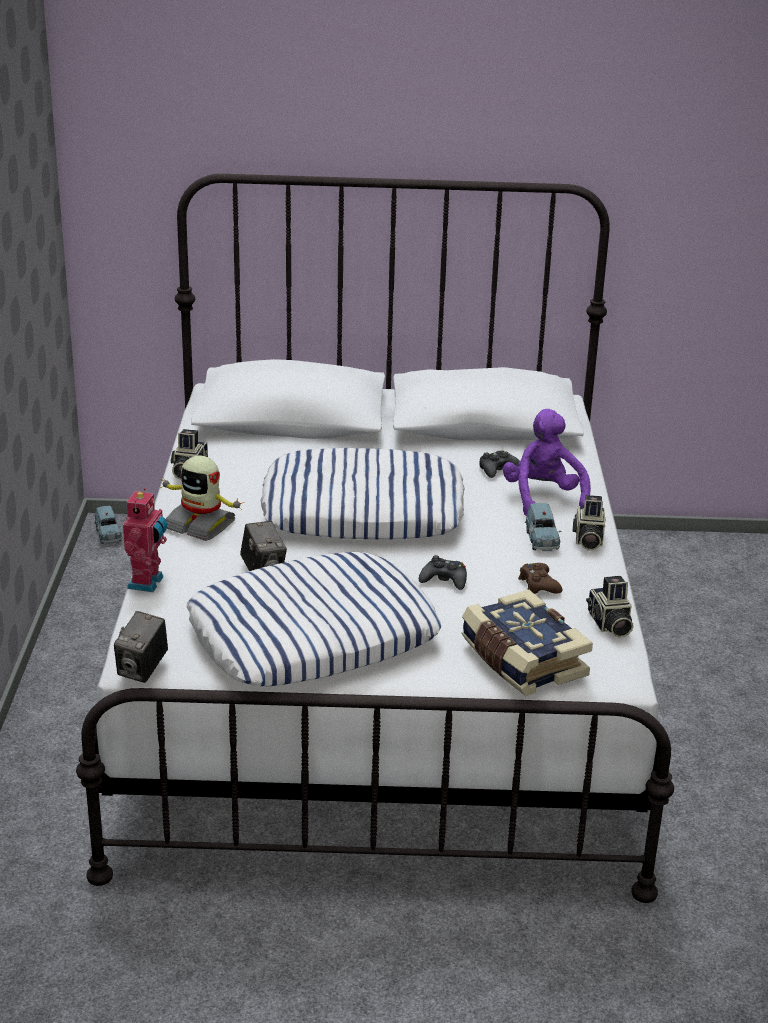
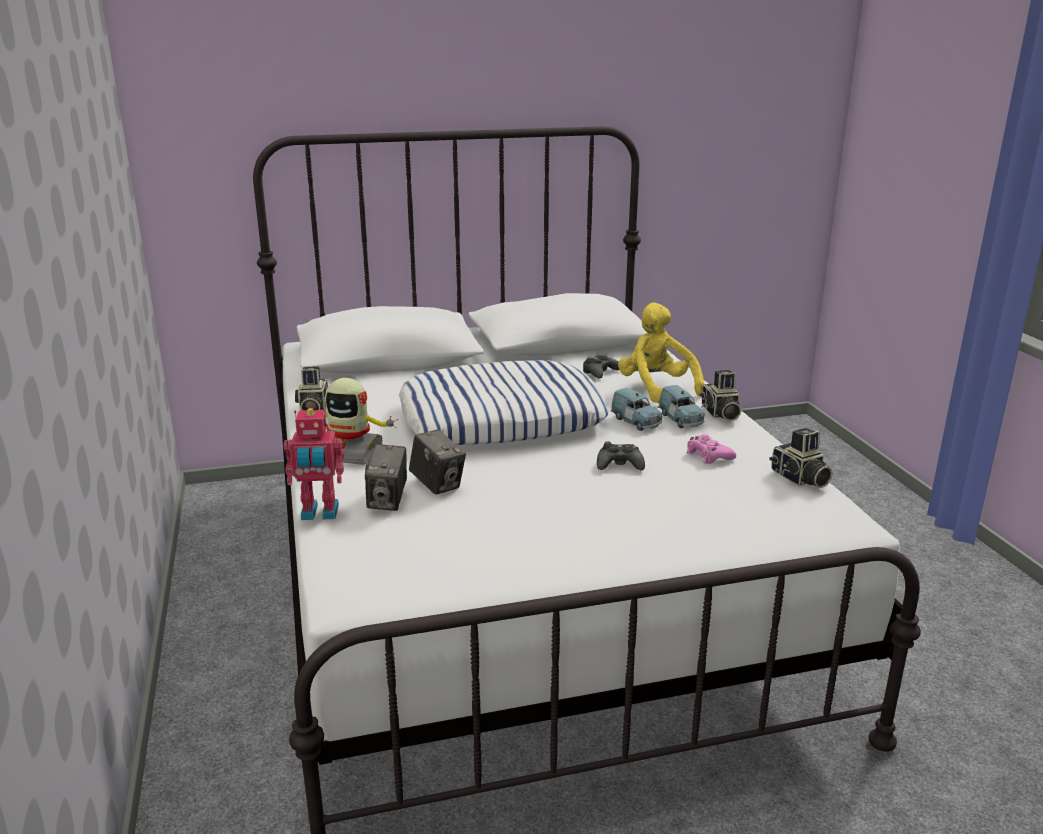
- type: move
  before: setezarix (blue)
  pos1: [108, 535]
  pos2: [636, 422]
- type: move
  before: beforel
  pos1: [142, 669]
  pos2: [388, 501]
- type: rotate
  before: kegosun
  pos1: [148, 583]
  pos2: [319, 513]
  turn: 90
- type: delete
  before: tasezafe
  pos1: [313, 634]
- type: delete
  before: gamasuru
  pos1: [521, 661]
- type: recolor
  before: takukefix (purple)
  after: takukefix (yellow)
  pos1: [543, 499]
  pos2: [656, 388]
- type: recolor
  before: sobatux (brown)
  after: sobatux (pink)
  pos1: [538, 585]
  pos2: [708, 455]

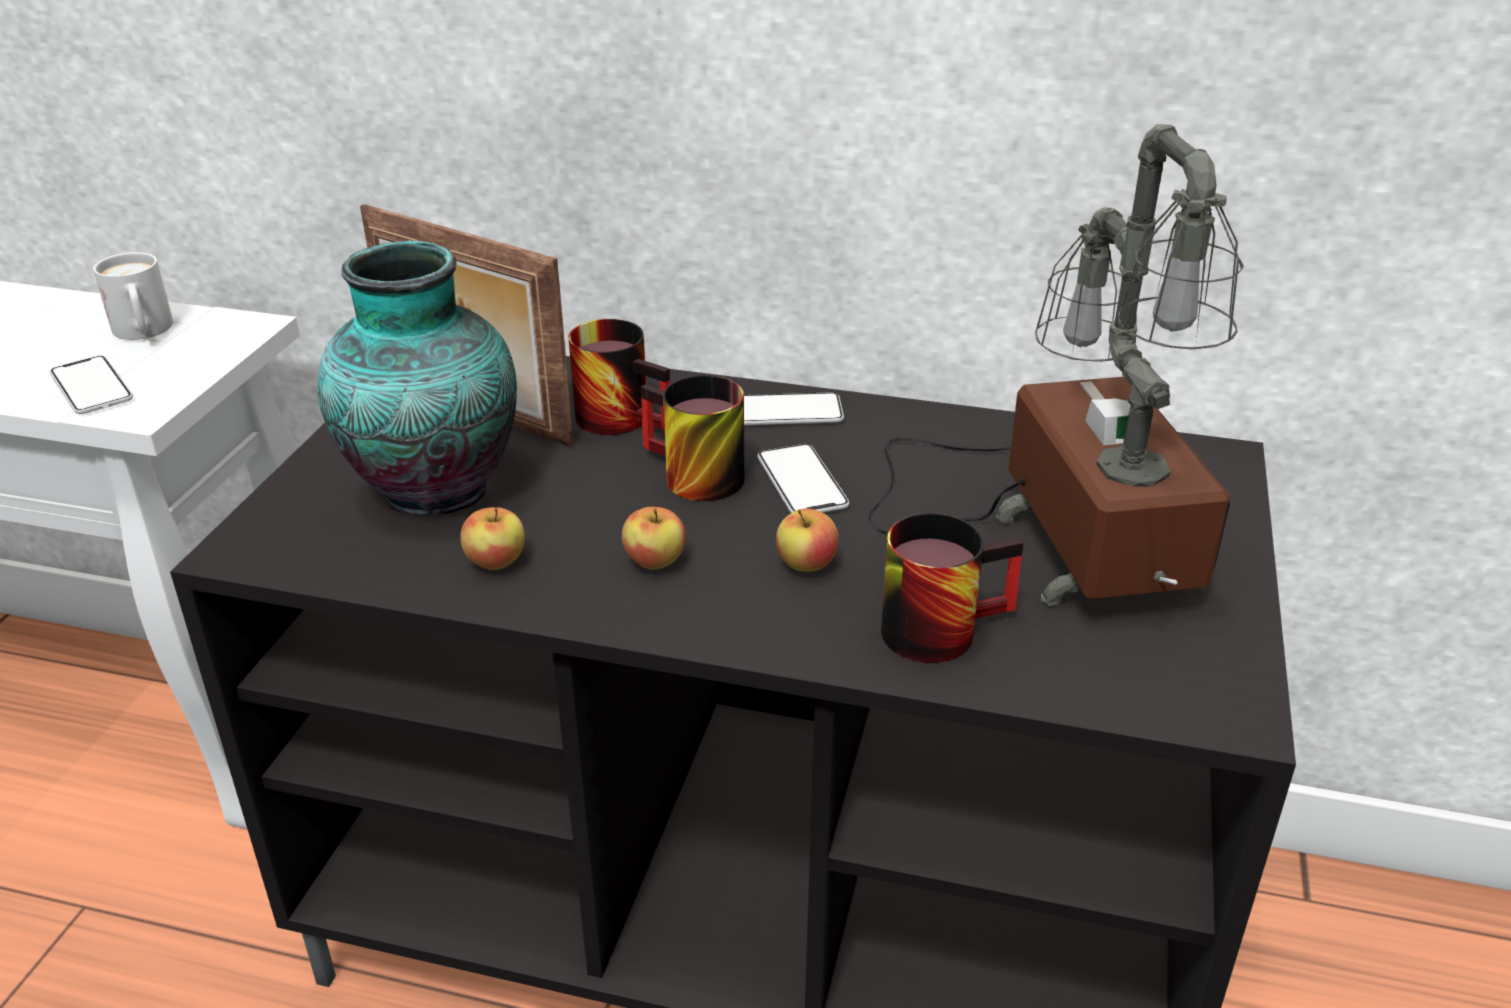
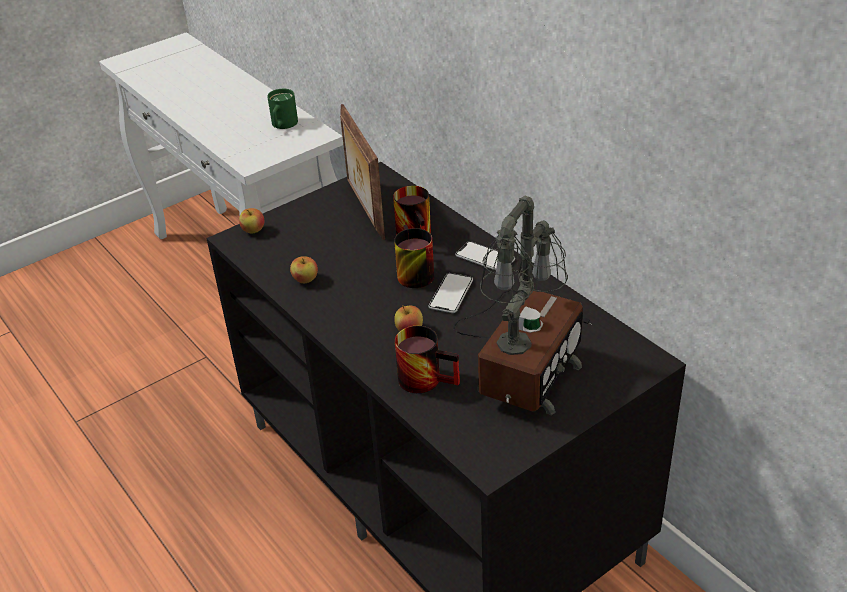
- type: delete
  before: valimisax
  pos1: [91, 387]
- type: recolor
  before: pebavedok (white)
  after: pebavedok (green)
  pos1: [144, 332]
  pos2: [283, 125]
- type: delete
  before: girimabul
  pos1: [433, 487]
- type: move
  before: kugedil
  pos1: [655, 562]
  pos2: [253, 230]

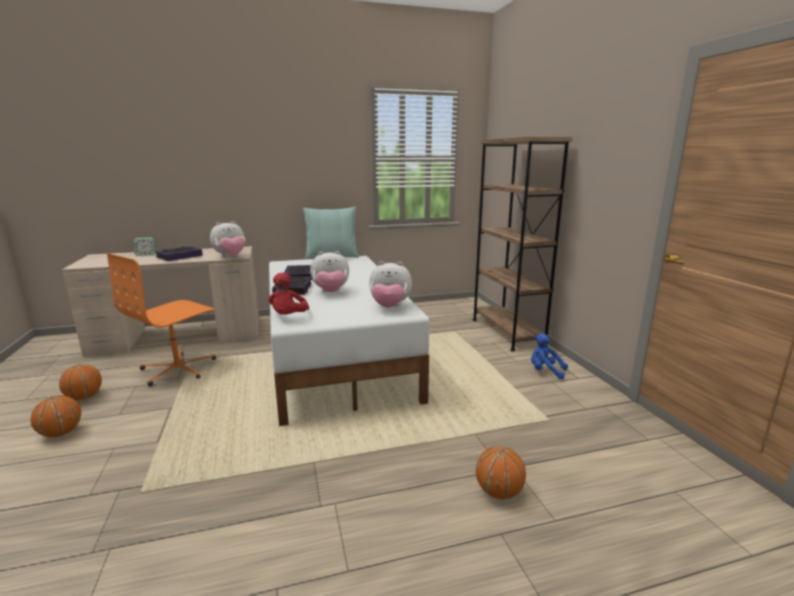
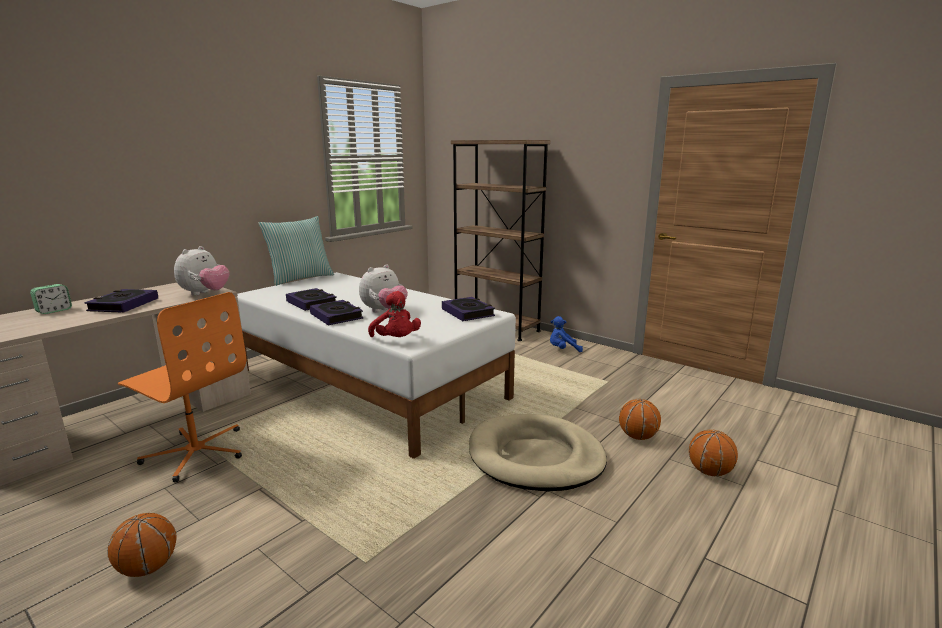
- type: move
  before: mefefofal
  pos1: [84, 397]
  pos2: [709, 472]
- type: rotate
  before: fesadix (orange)
  pos1: [178, 369]
  pos2: [196, 452]
  turn: -60
- type: replace
  before: takukefix
  after: gamasuru
  pos1: [389, 307]
  pos2: [468, 313]
- type: insert
  after: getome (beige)
  pos2: [535, 457]

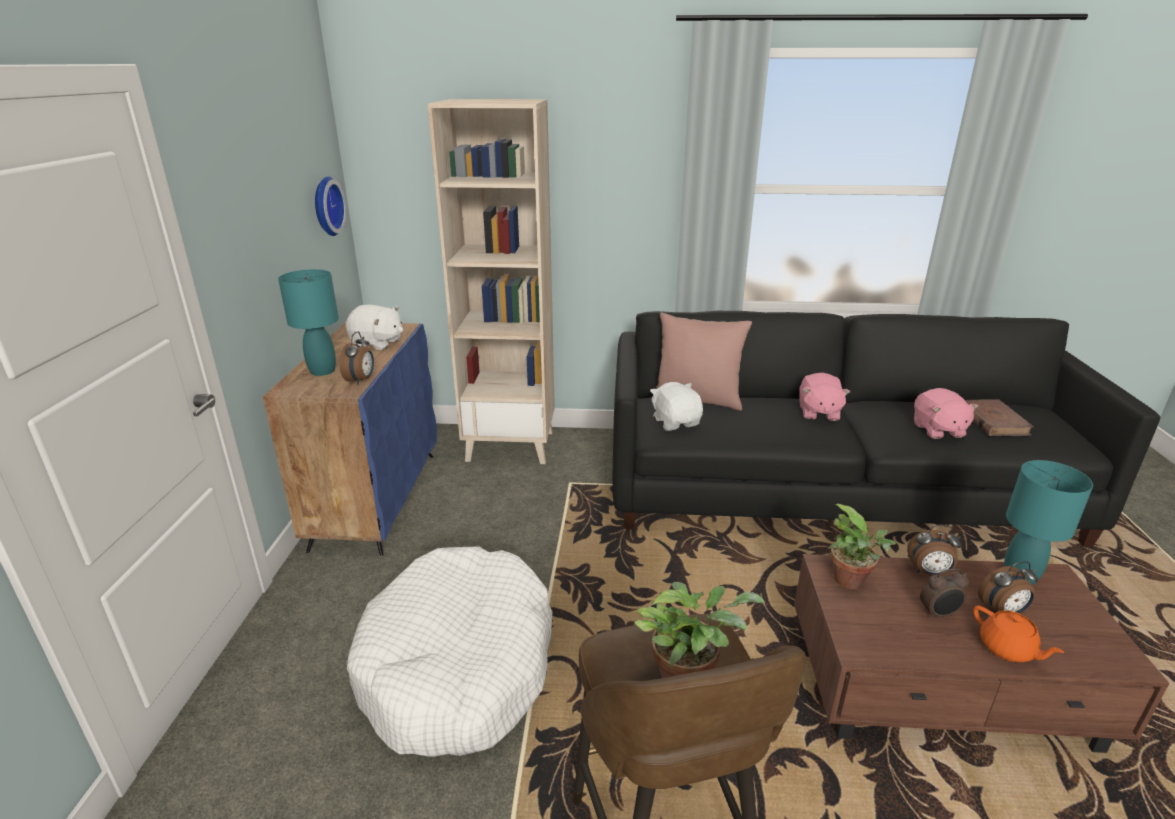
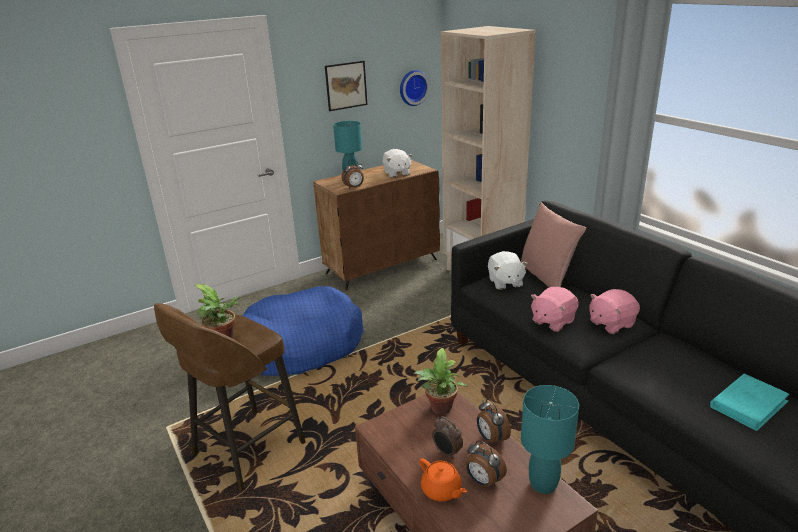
- type: recolor
  before: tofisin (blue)
  after: tofisin (brown)
  pos1: [376, 498]
  pos2: [382, 266]
- type: recolor
  before: getome (white)
  after: getome (blue)
  pos1: [459, 666]
  pos2: [300, 345]
- type: rotate
  before: takukefix (white)
  pos1: [676, 422]
  pos2: [505, 282]
  turn: 135
- type: move
  before: takukefix (pink)
  pos1: [938, 430]
  pos2: [552, 321]
- type: recolor
  before: gamasuru (brown)
  after: gamasuru (turquoise)
  pos1: [992, 421]
  pos2: [748, 404]
- type: rotate
  before: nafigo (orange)
  pos1: [1007, 649]
  pos2: [441, 490]
  turn: -60
- type: insert
  after: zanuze
  pos2: [346, 85]

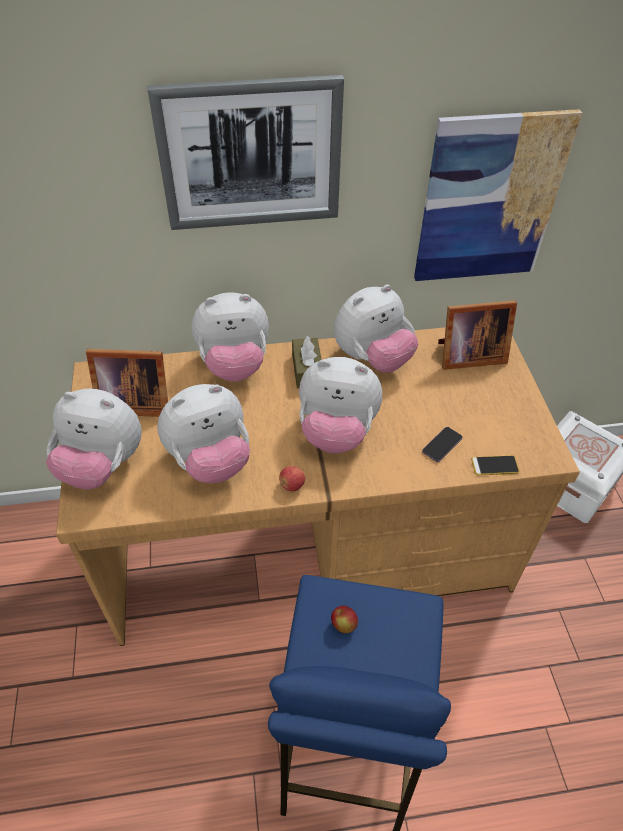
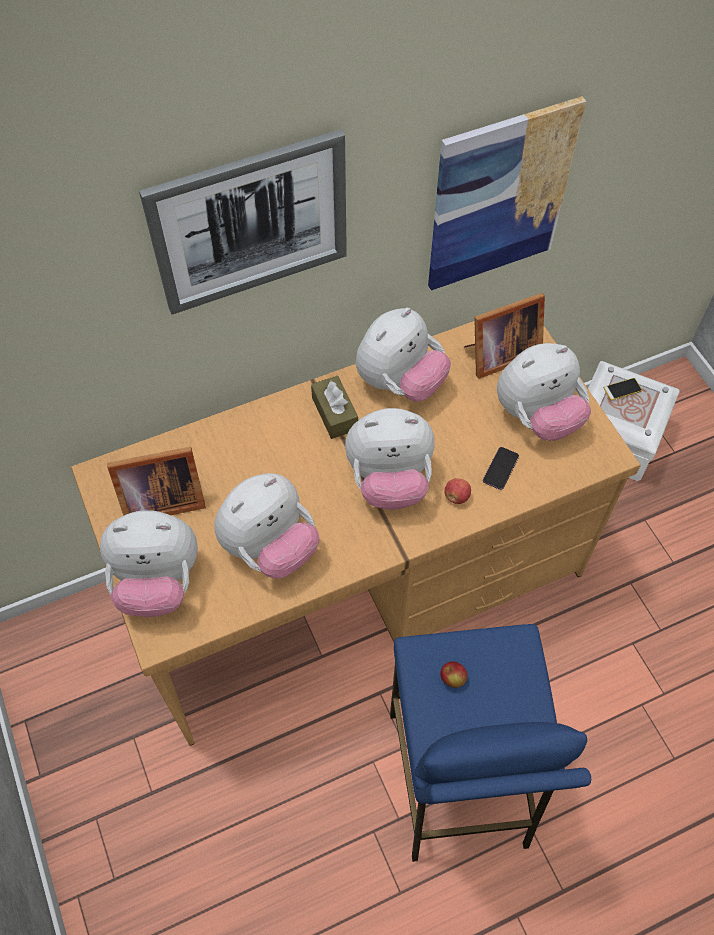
- type: move
  before: takukefix
  pos1: [234, 365]
  pos2: [537, 416]
- type: move
  before: kugedil
  pos1: [292, 485]
  pos2: [456, 497]
- type: move
  before: valimisax
  pos1: [495, 466]
  pos2: [622, 389]

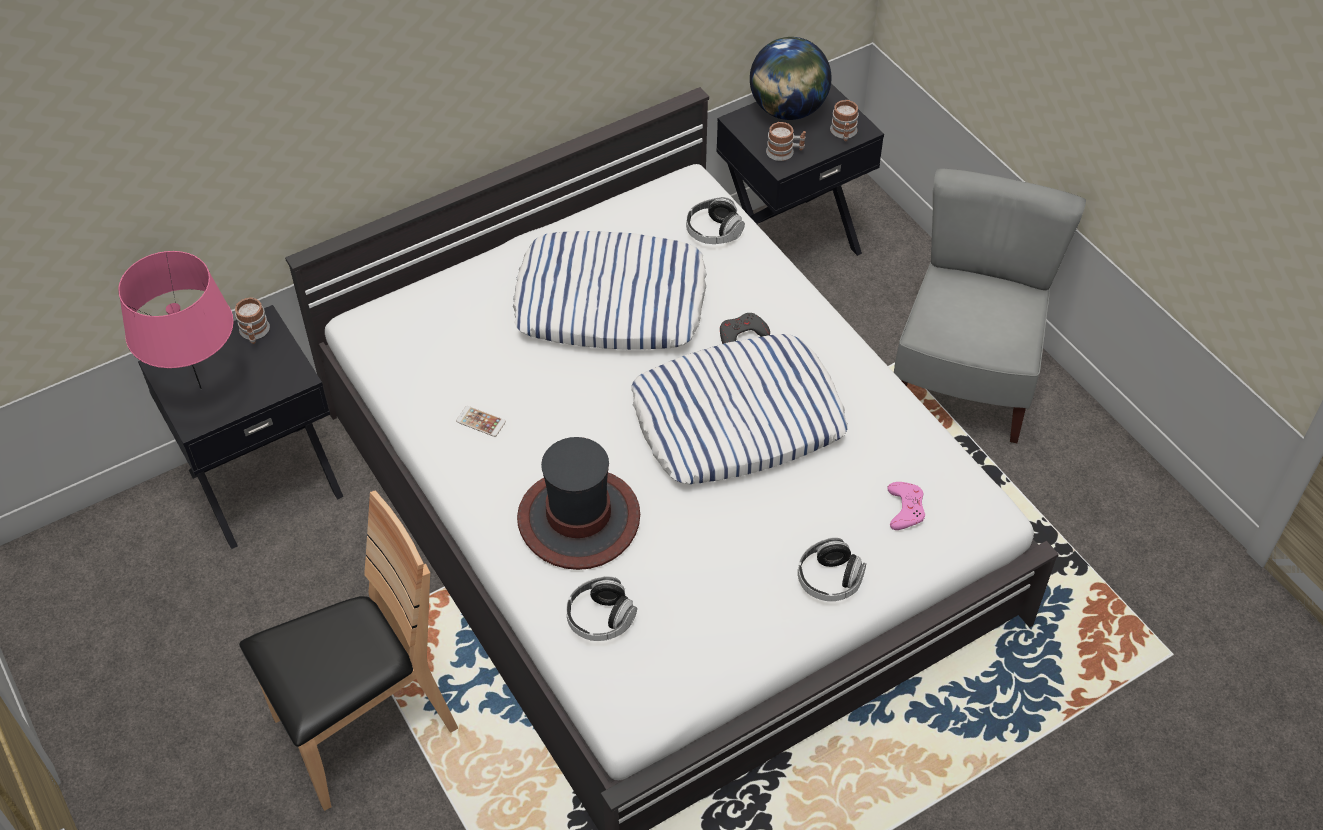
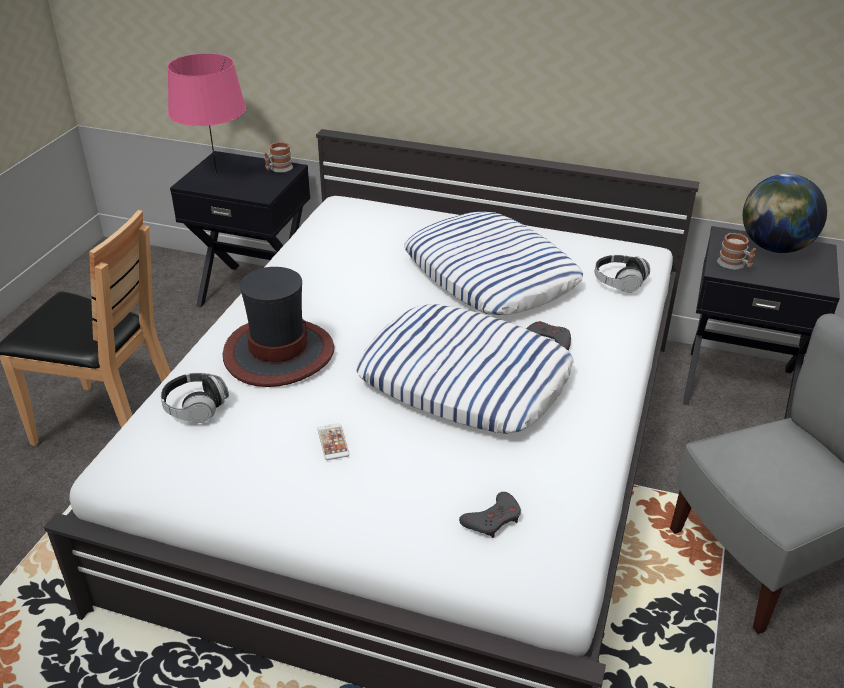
- type: move
  before: valimisax
  pos1: [481, 421]
  pos2: [333, 442]
- type: delete
  before: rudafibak
  pos1: [829, 580]
- type: delete
  before: pebavedok
  pos1: [844, 133]
- type: recolor
  before: sobatux (pink)
  after: sobatux (grey)
  pos1: [905, 509]
  pos2: [493, 519]

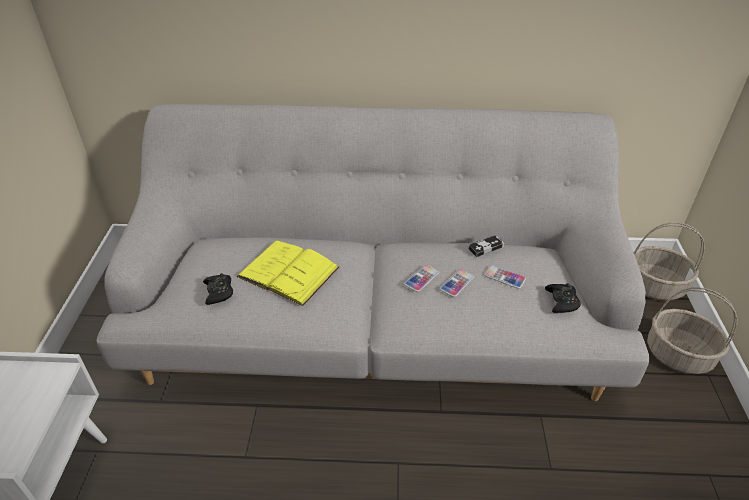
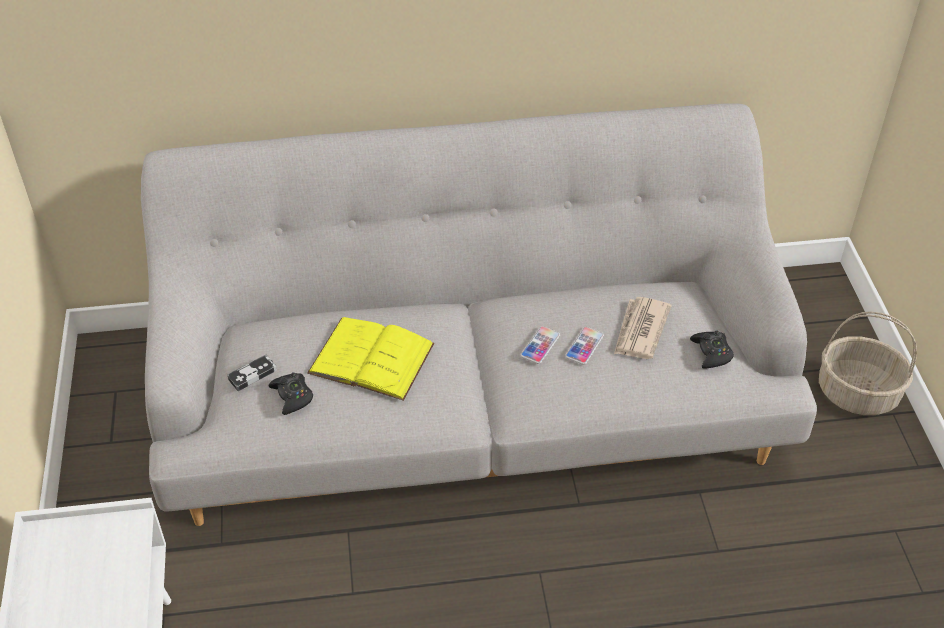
- type: move
  before: sobatux
  pos1: [486, 247]
  pos2: [252, 375]
- type: replace
  before: valimisax
  after: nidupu
  pos1: [504, 277]
  pos2: [640, 331]
- type: delete
  before: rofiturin
  pos1: [655, 286]

